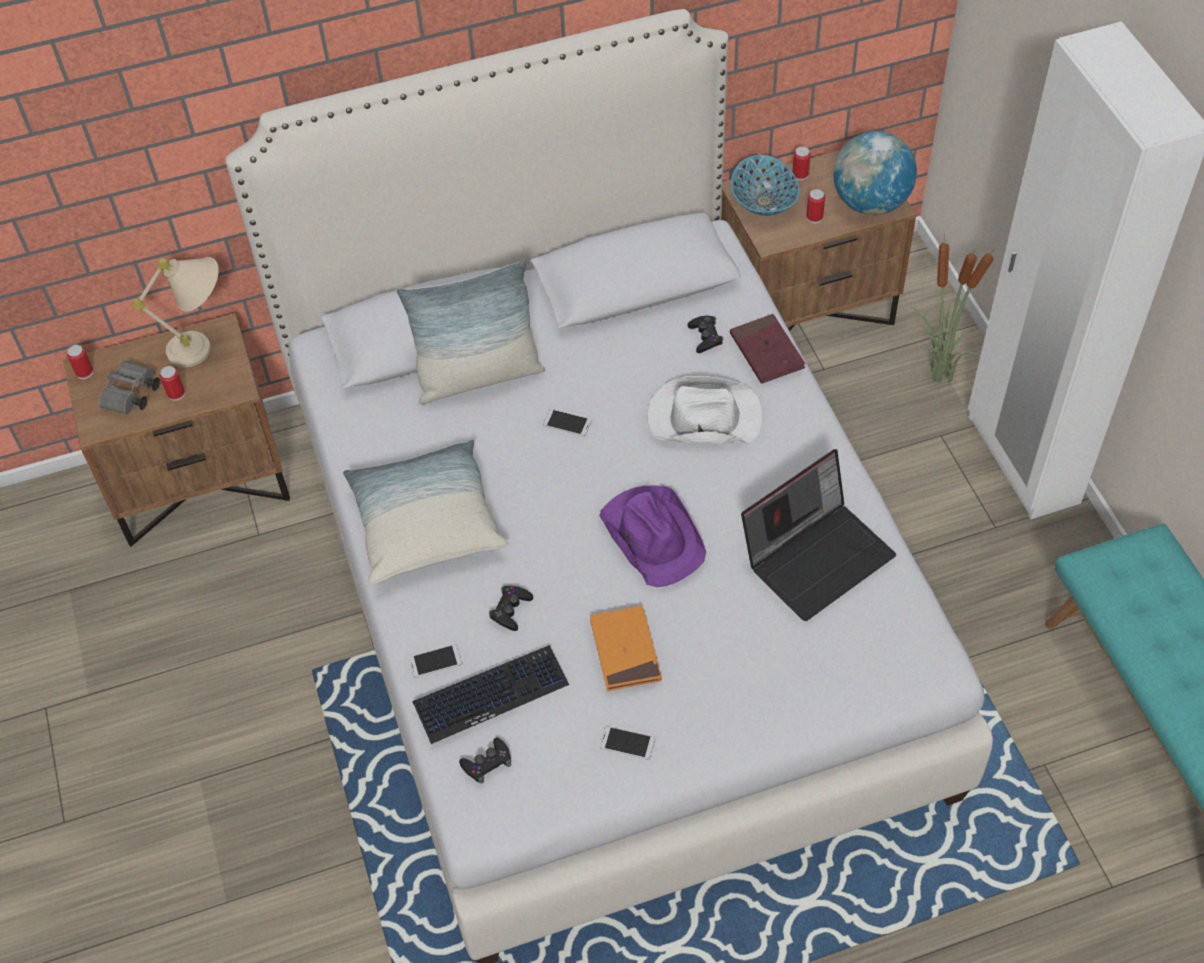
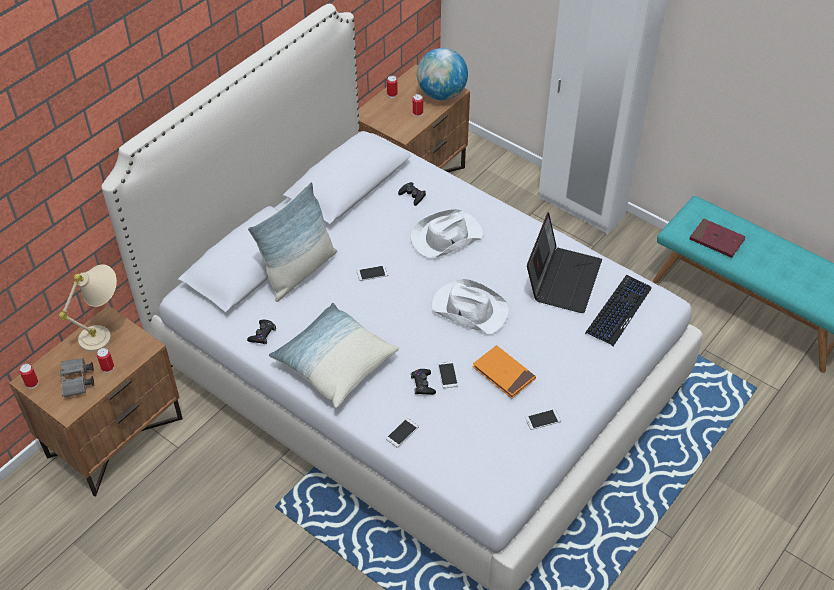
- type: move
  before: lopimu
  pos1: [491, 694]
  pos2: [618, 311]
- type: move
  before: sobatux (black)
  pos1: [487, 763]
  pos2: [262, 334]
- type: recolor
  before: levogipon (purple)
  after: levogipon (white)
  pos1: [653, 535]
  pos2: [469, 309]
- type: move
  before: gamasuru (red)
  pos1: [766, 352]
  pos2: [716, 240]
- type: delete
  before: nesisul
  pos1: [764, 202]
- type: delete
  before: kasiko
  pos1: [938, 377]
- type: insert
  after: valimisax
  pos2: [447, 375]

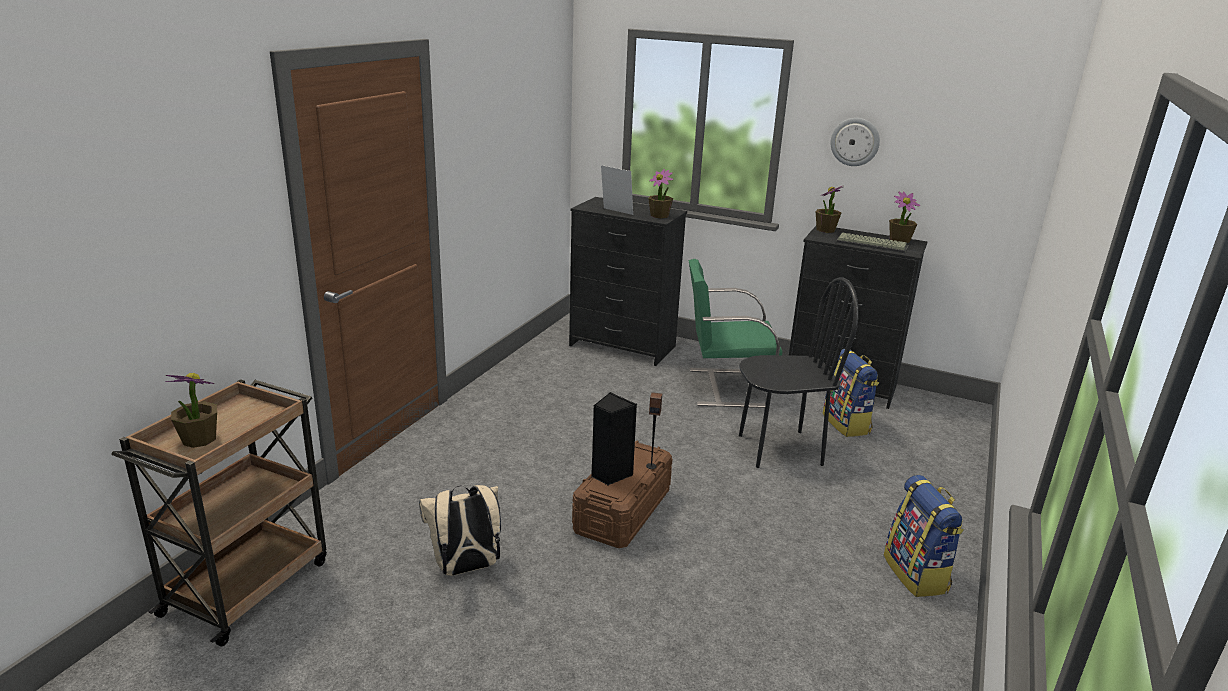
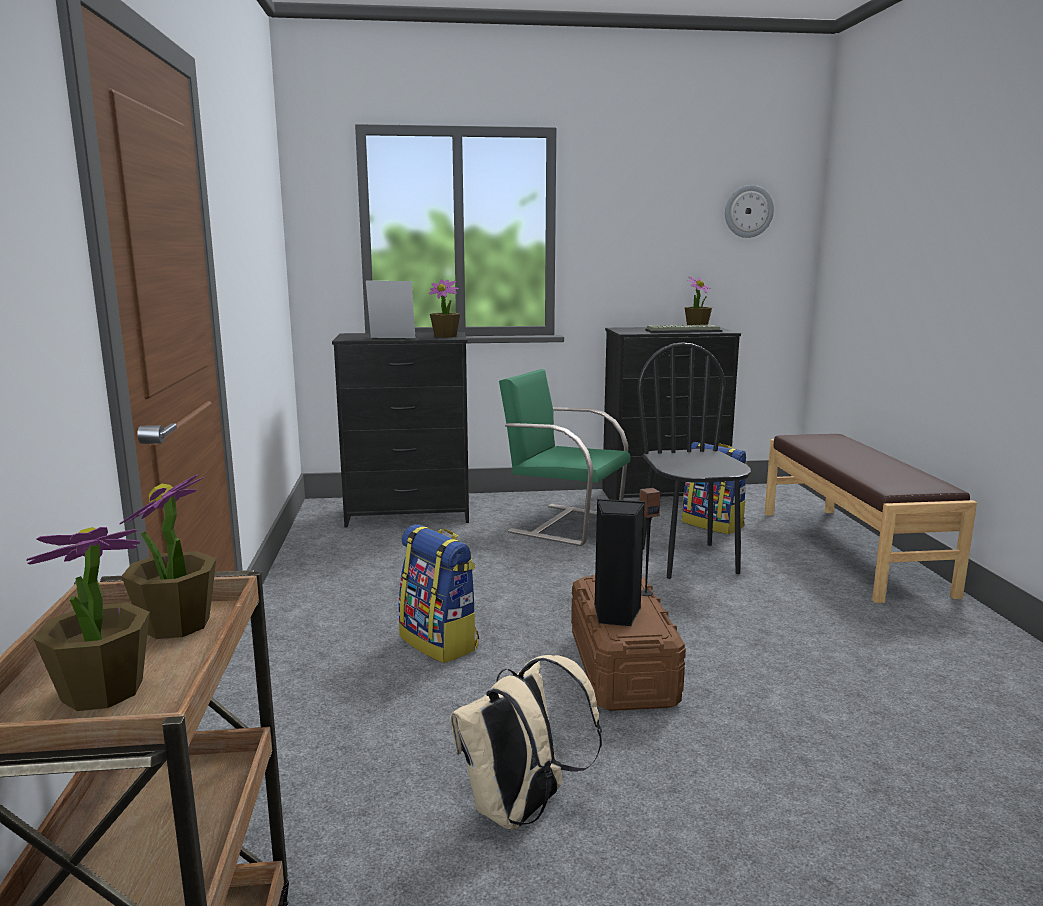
- type: rotate
  before: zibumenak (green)
  pos1: [725, 387]
  pos2: [564, 524]
  turn: 60
- type: rotate
  before: zibumenak (black)
  pos1: [779, 449]
  pos2: [689, 560]
  turn: -60
- type: move
  before: kasiko
  pos1: [825, 230]
  pos2: [176, 625]
- type: move
  before: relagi
  pos1: [855, 141]
  pos2: [748, 211]
- type: move
  before: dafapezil
  pos1: [916, 574]
  pos2: [440, 642]
- type: insert
  after: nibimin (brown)
  pos2: [851, 550]

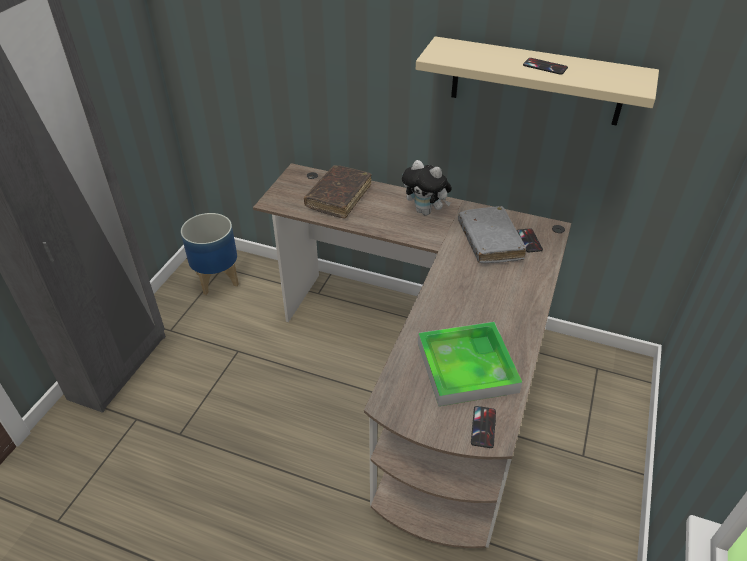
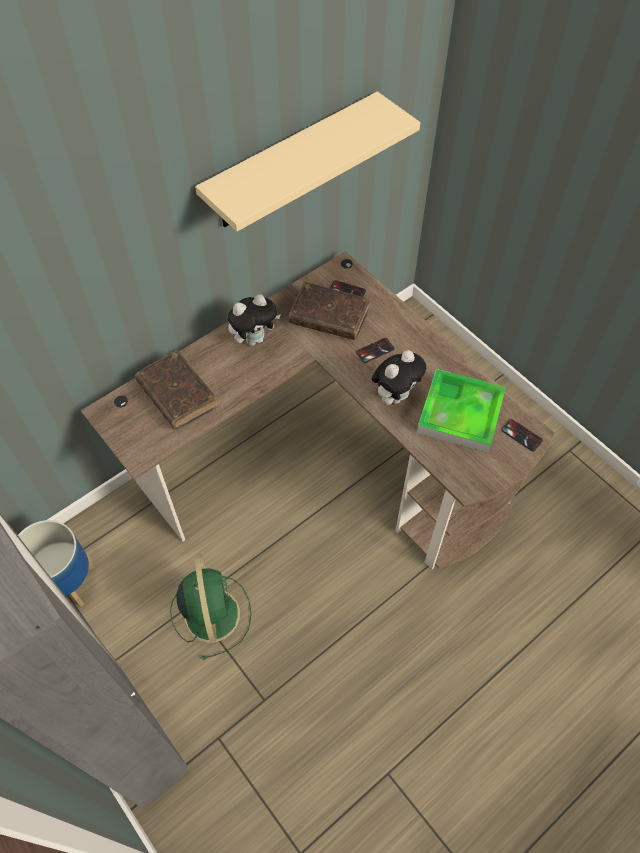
- type: recolor
  before: gamasuru (grey)
  after: gamasuru (brown)
  pos1: [489, 241]
  pos2: [329, 317]
- type: move
  before: valimisax
  pos1: [545, 66]
  pos2: [375, 350]
- type: insert
  after: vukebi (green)
  pos2: [211, 612]
- type: insert
  after: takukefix
  pos2: [395, 395]

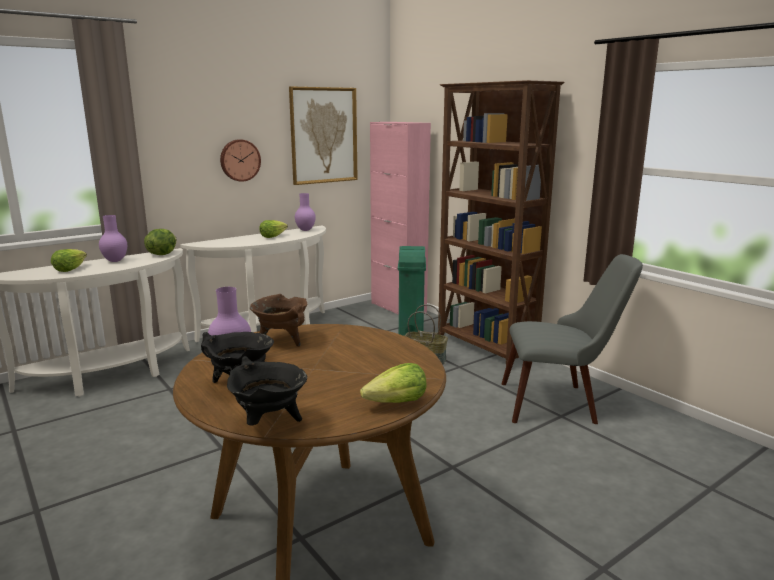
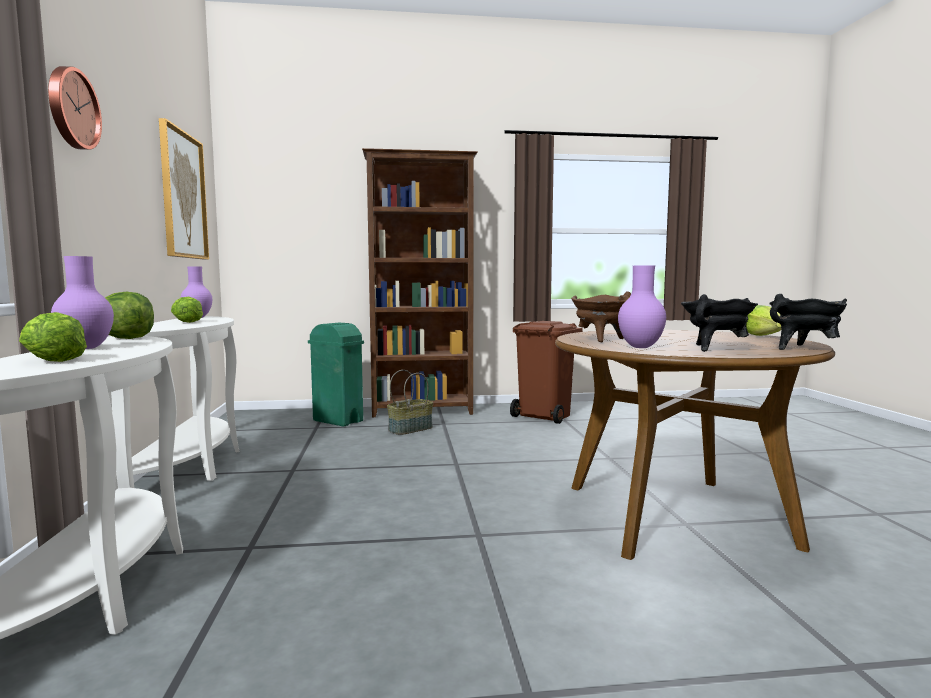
- type: move
  before: relagi
  pos1: [239, 160]
  pos2: [71, 108]
- type: delete
  before: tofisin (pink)
  pos1: [398, 308]
- type: replace
  before: zibumenak (grey)
  after: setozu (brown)
  pos1: [561, 403]
  pos2: [545, 416]

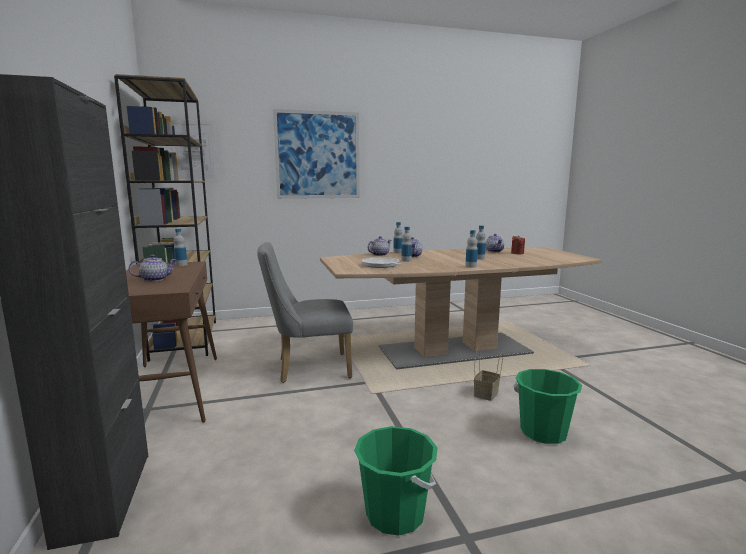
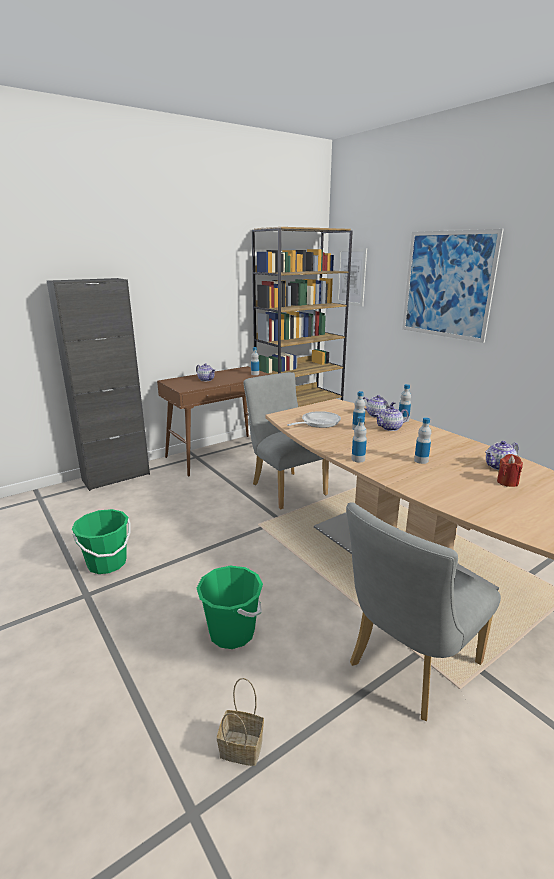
- type: move
  before: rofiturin
  pos1: [486, 394]
  pos2: [239, 748]
- type: insert
  after: zibumenak (grey)
  pos2: [408, 668]

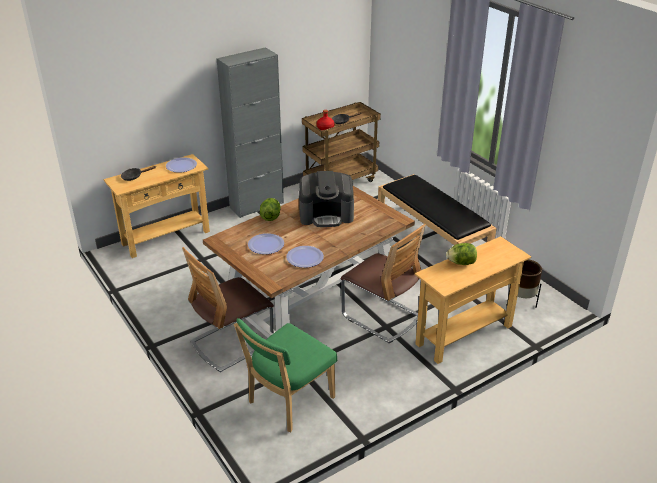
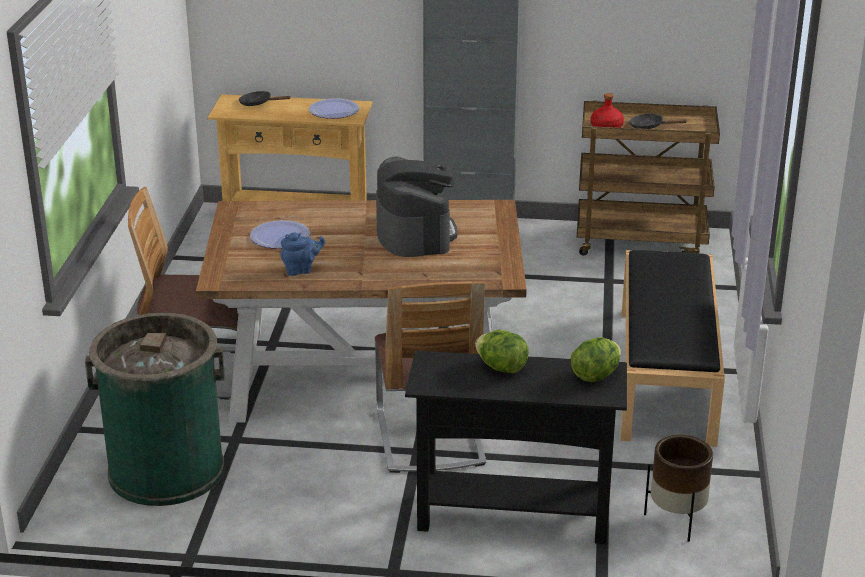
- type: replace
  before: zibumenak (green)
  after: setozu (green)
  pos1: [288, 402]
  pos2: [166, 470]
- type: move
  before: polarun
  pos1: [270, 217]
  pos2: [595, 375]
- type: replace
  before: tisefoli
  after: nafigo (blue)
  pos1: [305, 257]
  pos2: [301, 270]
- type: rotate
  before: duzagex
  pos1: [326, 215]
  pos2: [415, 234]
  turn: -135
- type: recolor
  before: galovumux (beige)
  after: galovumux (black)
  pos1: [464, 335]
  pos2: [513, 517]

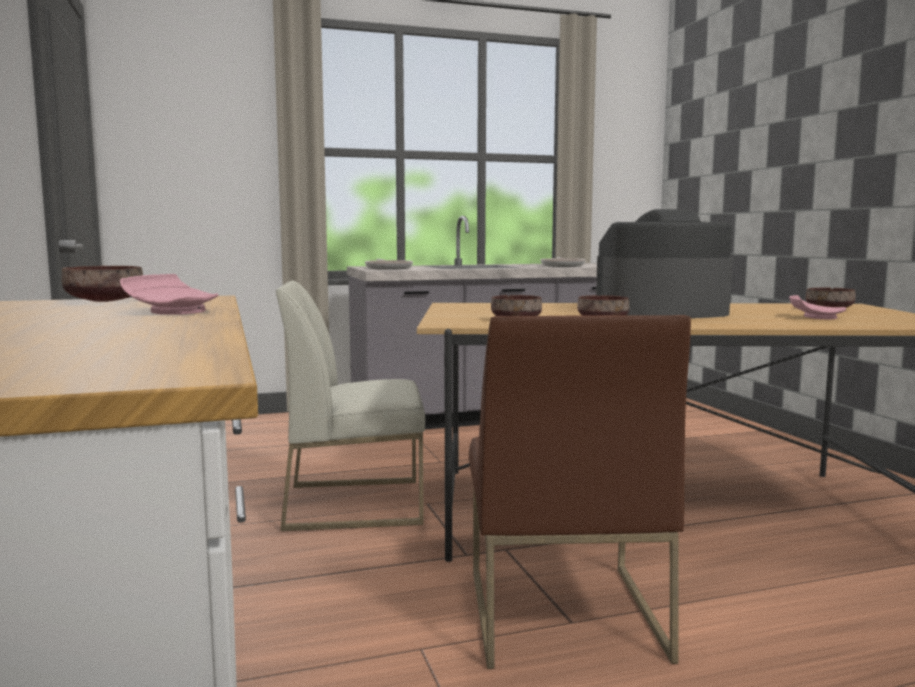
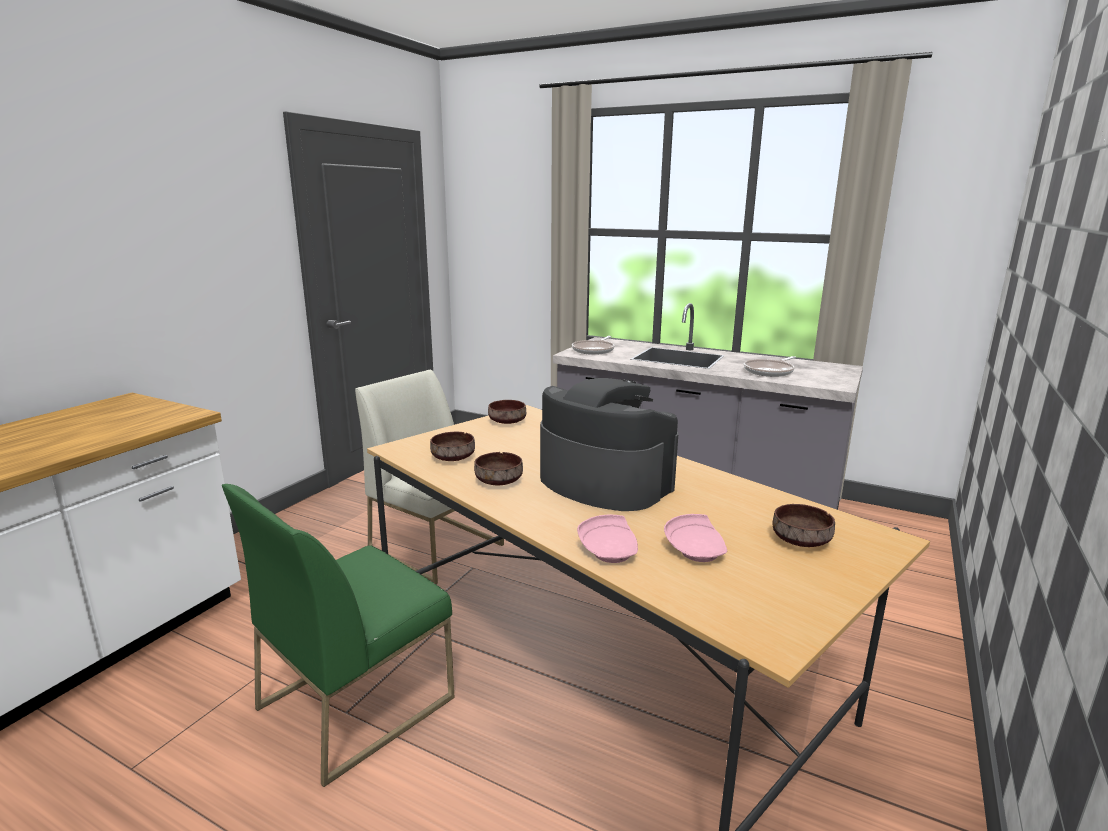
- type: move
  before: nesisul (brown)
  pos1: [107, 301]
  pos2: [508, 422]
- type: move
  before: tisefoli (pink)
  pos1: [173, 311]
  pos2: [610, 551]
- type: recolor
  before: zibumenak (brown)
  after: zibumenak (green)
  pos1: [561, 612]
  pos2: [356, 701]

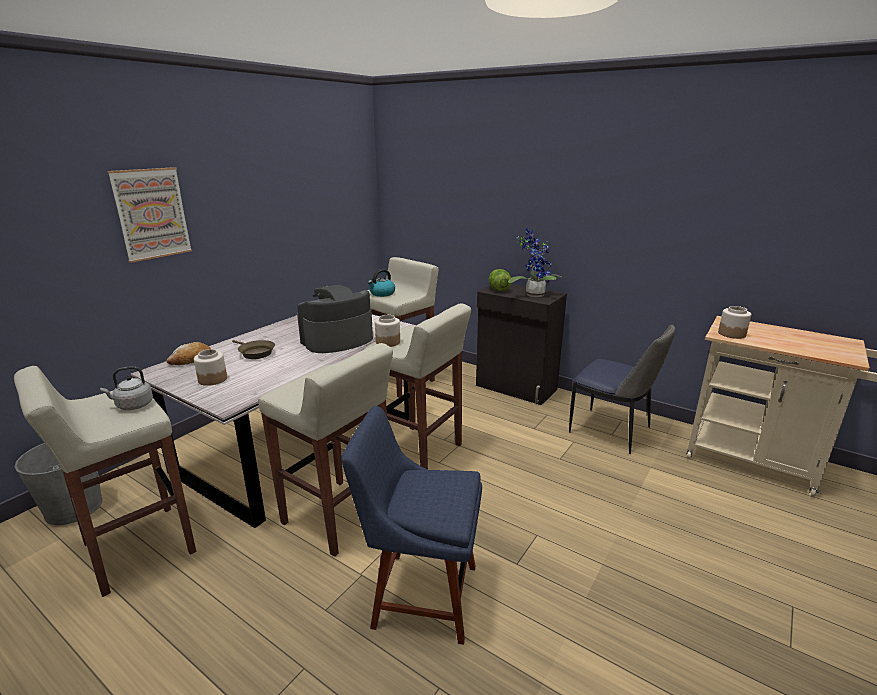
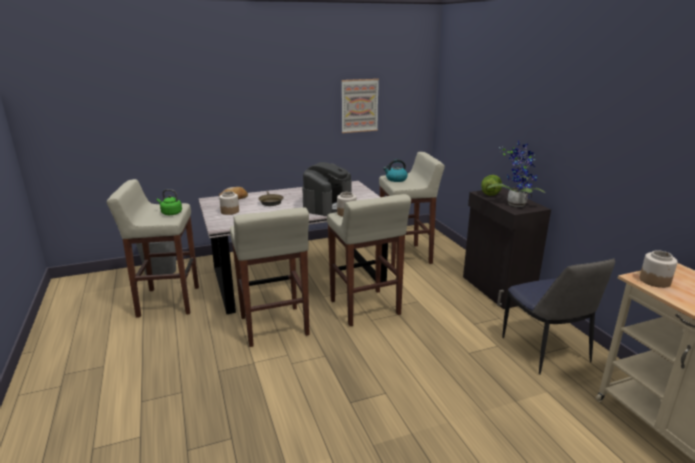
- type: recolor
  before: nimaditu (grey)
  after: nimaditu (green)
  pos1: [133, 405]
  pos2: [170, 213]
- type: move
  before: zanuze
  pos1: [151, 214]
  pos2: [359, 105]
- type: rotate
  before: duzagex
  pos1: [337, 340]
  pos2: [327, 206]
  turn: 120
- type: delete
  before: zibumenak (blue)
  pos1: [419, 594]

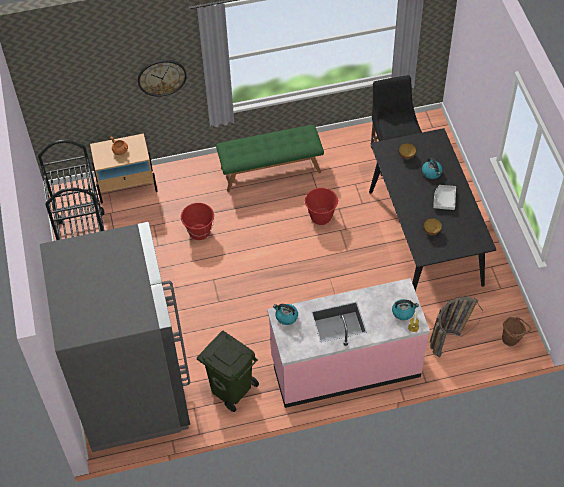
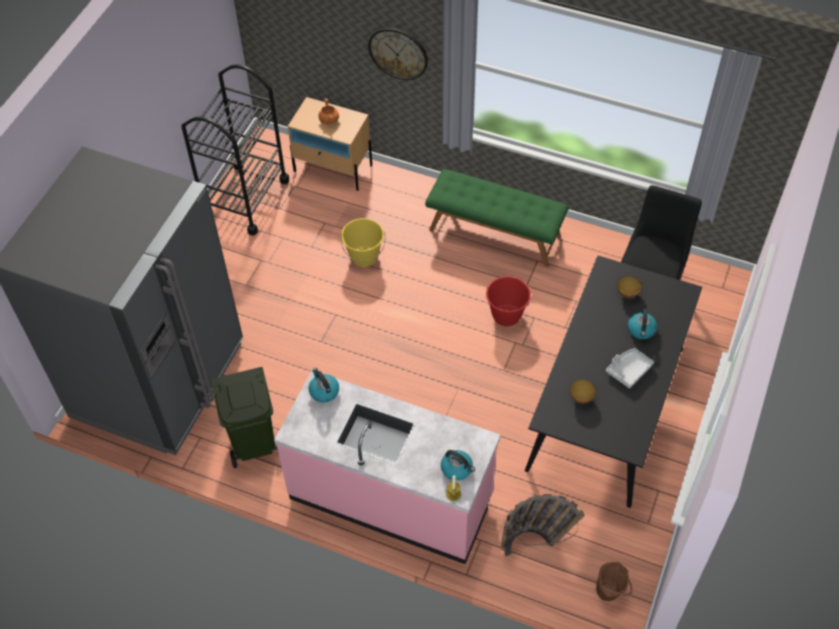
- type: recolor
  before: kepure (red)
  after: kepure (yellow)
  pos1: [199, 232]
  pos2: [364, 256]

